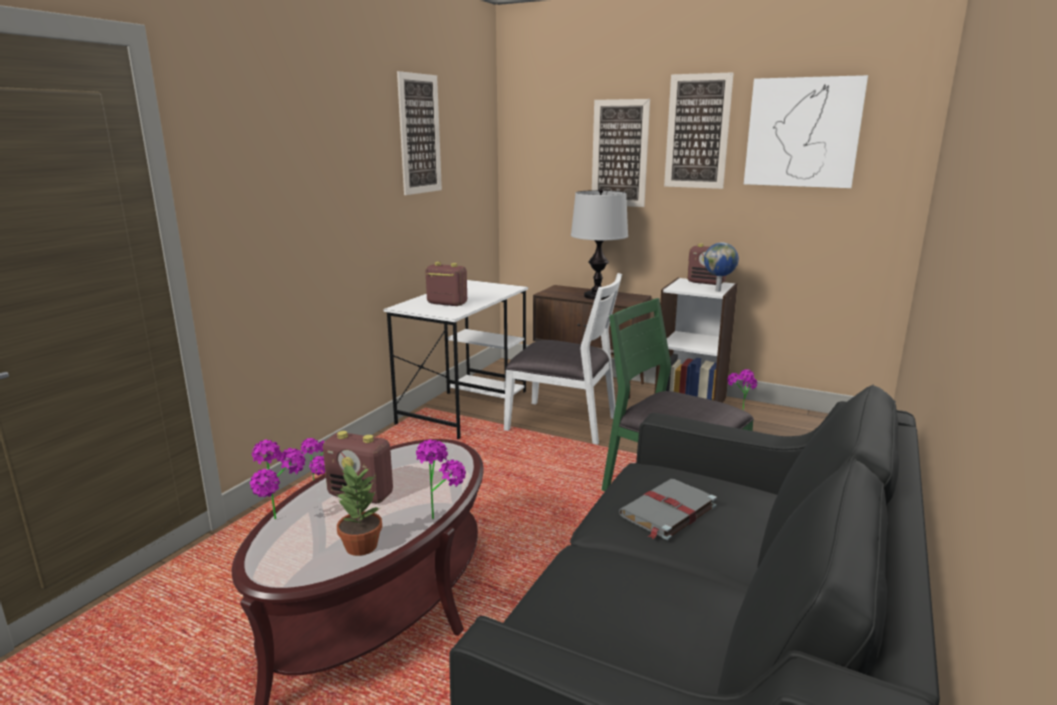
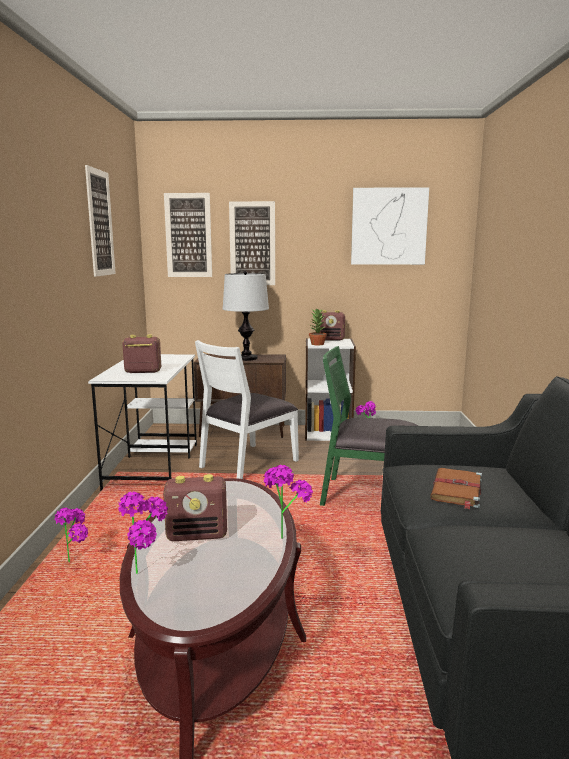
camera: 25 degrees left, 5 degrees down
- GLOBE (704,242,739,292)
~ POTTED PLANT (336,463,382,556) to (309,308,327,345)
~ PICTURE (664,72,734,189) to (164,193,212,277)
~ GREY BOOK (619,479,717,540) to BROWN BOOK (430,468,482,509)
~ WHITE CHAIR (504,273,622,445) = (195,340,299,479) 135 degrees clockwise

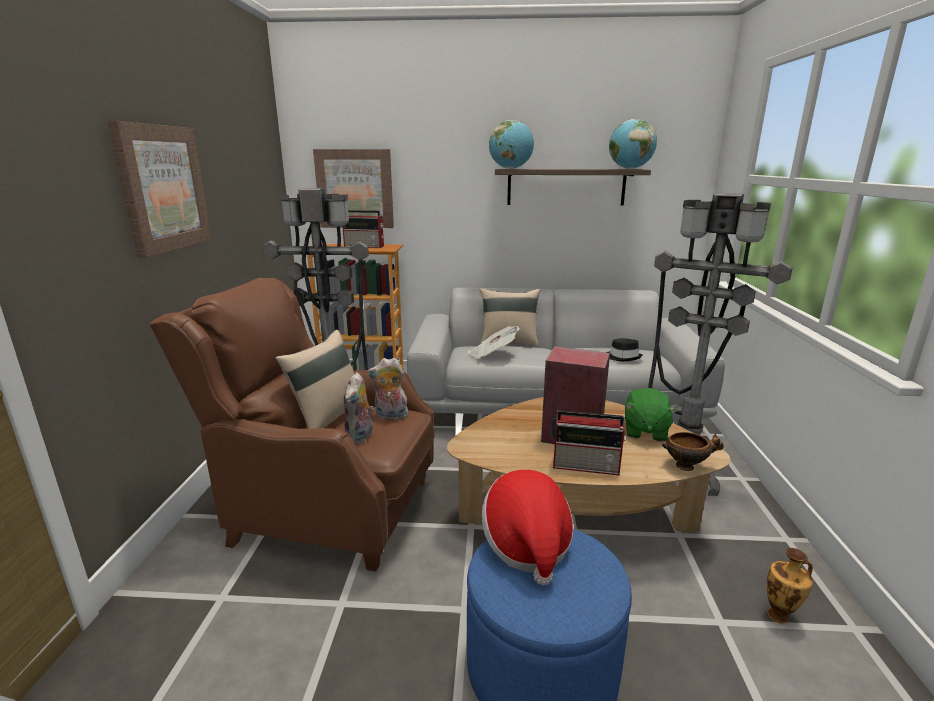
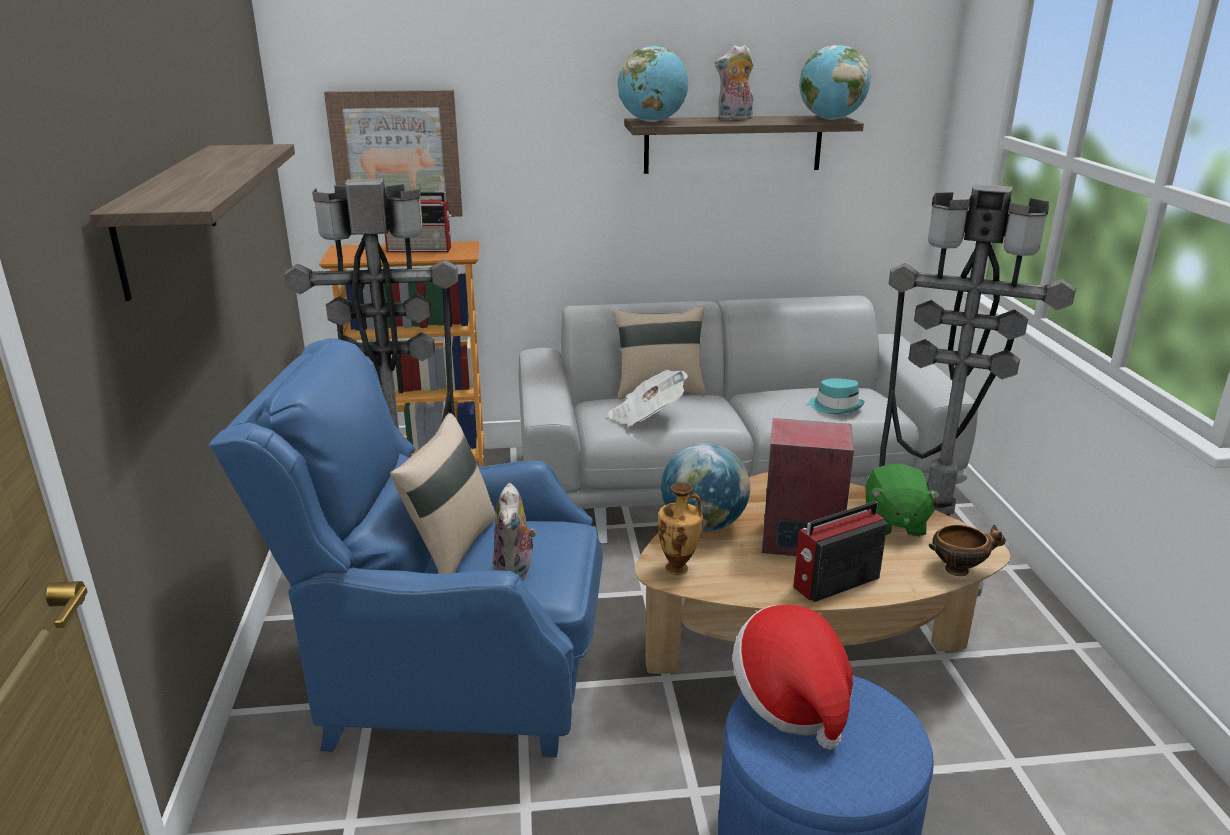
camera: 10 degrees left, 5 degrees up
+ GLOBE (661,443,750,532)
~ PLUSH TOY (367,358,408,420) to (714,45,753,120)
~ VASE (767,548,813,624) to (658,482,703,575)
~ PICTURE (108,121,212,258) to SHELF (89,144,295,301)
~ BROWN ARMCHAIR (148,278,434,571) to BLUE ARMCHAIR (208,338,603,757)
~ BLACK HAT (606,338,643,361) to TURQUOISE HAT (809,378,865,414)
~ RADIO (553,410,626,475) = (793,501,887,602) 150 degrees clockwise

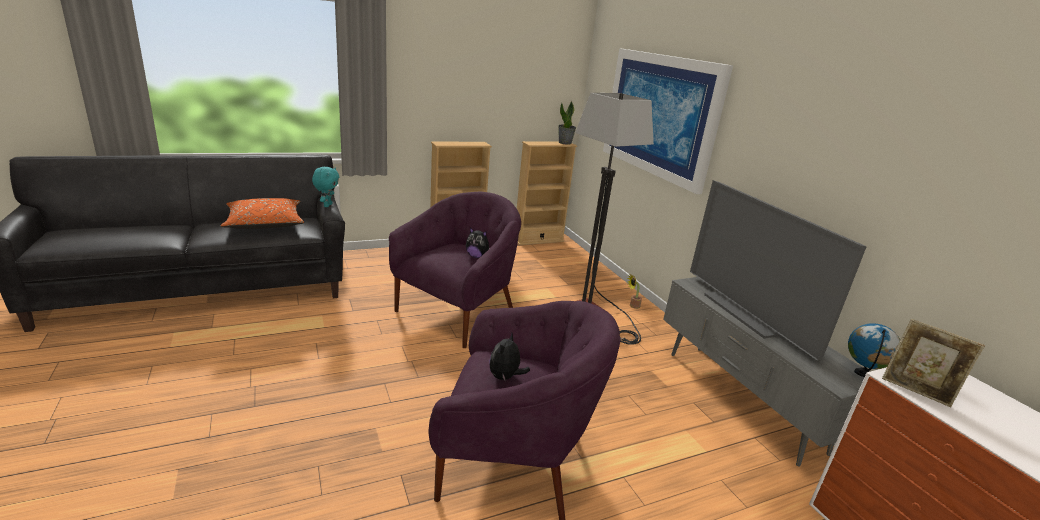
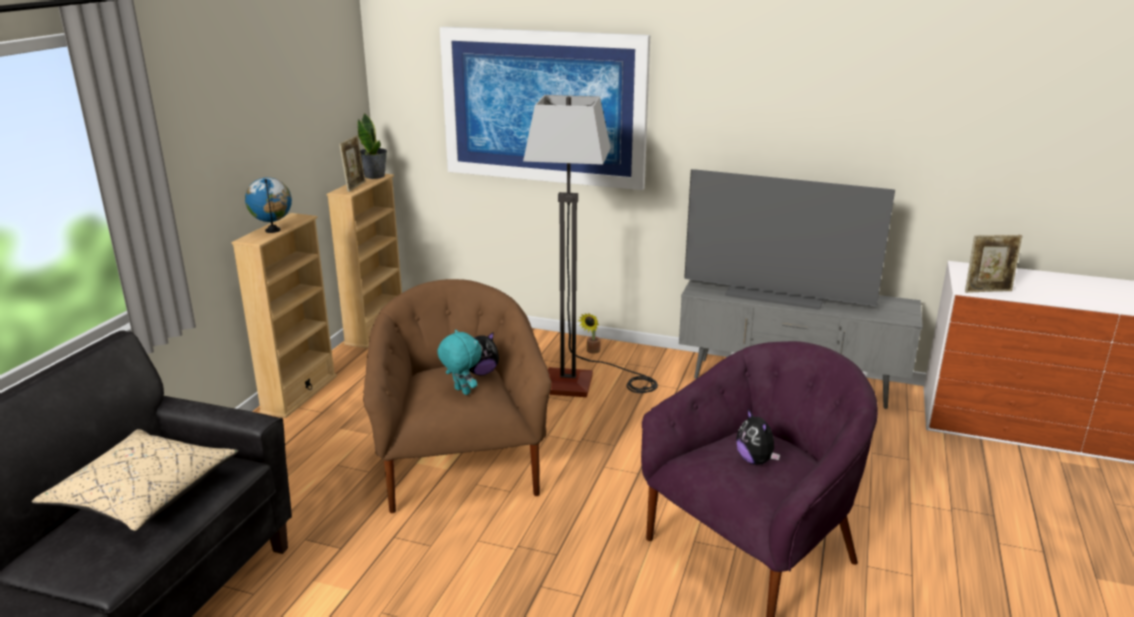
camera: 45 degrees left, 0 degrees up
+ PICTURE FRAME (339,135,365,192)
~ TURQUOISE PLUSH TOY (312,167,339,207) to (437,329,482,395)
~ GLOBE (848,323,900,377) to (245,177,292,233)
~ ORANGE PILLOW (220,198,304,229) to BEIGE PILLOW (32,429,238,531)
~ PURPLE ARMCHAIR (389,192,521,348) to BROWN ARMCHAIR (363,279,552,513)

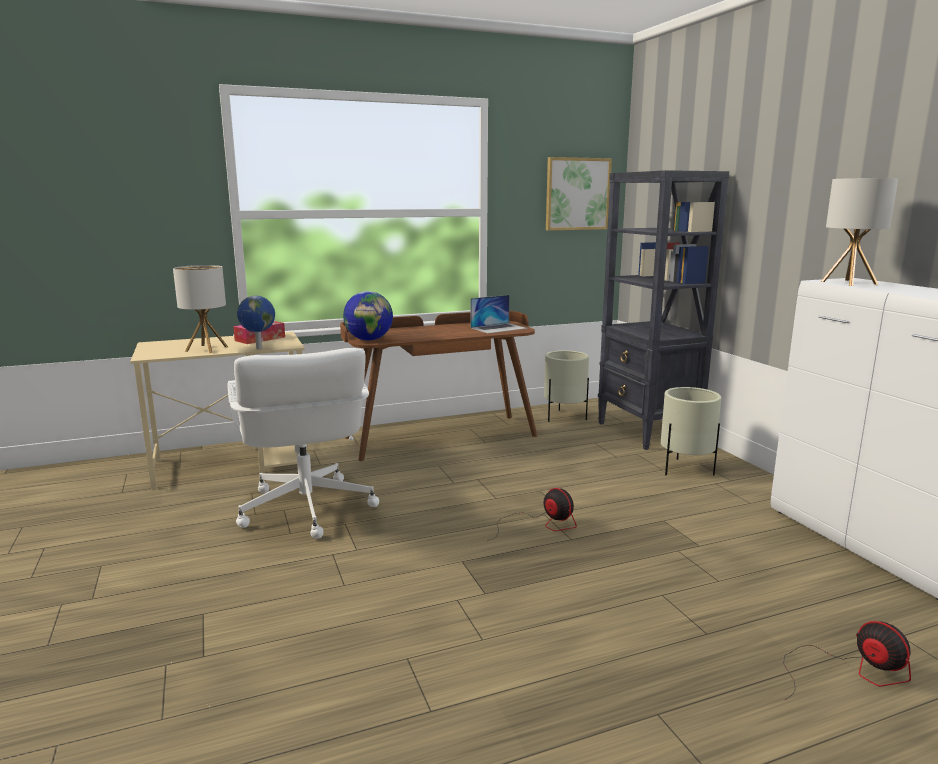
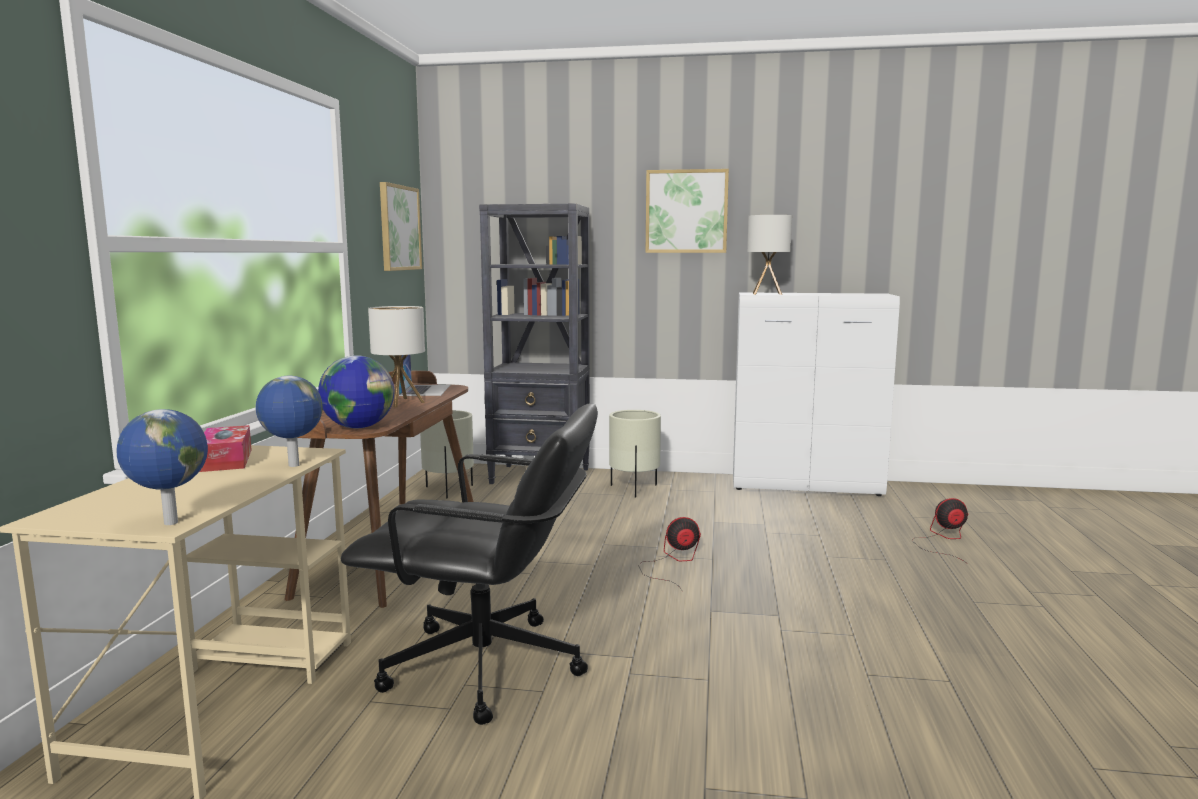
camera: 60 degrees left, 5 degrees down
+ GLOBE (117,409,208,525)
+ PICTURE (646,169,729,253)
~ TABLE LAMP (173,265,228,353) to (368,306,425,408)
~ WHITE OFFICE CHAIR (227,348,379,539) to BLACK OFFICE CHAIR (340,403,598,725)

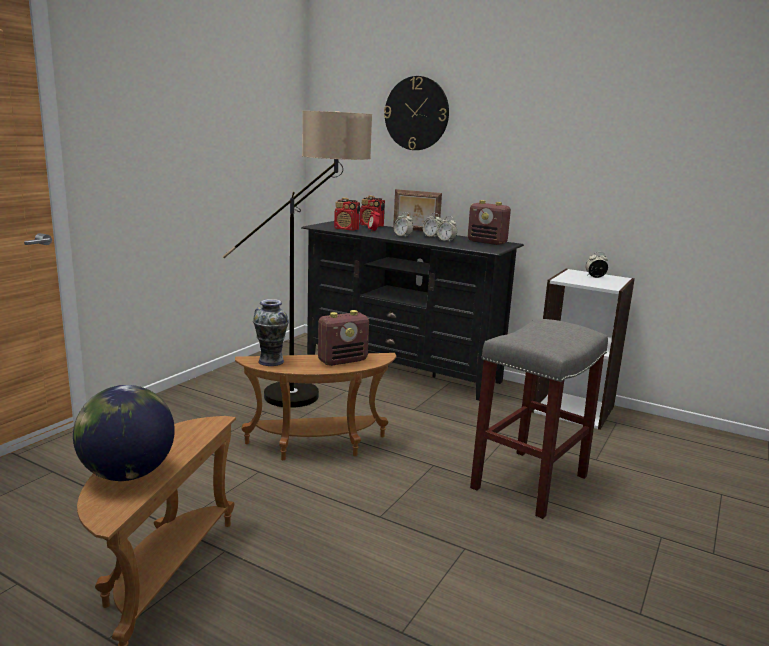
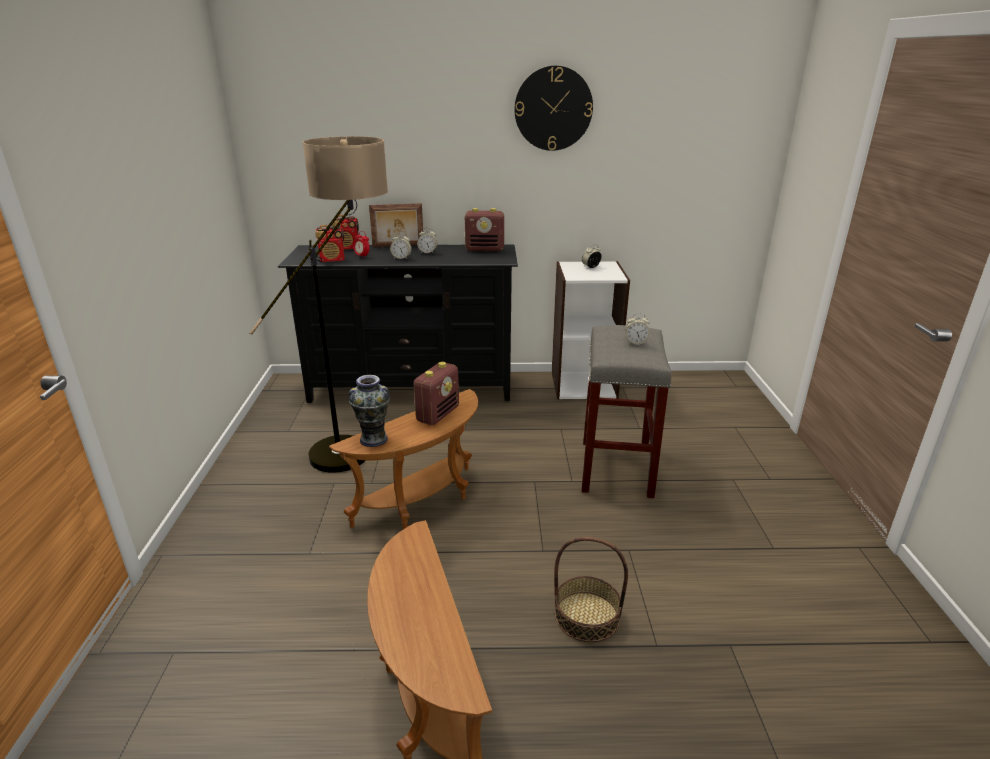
camera: 30 degrees left, 10 degrees up
- GLOBE (73,385,175,481)
+ BASKET (554,537,628,643)
~ WALL CLOCK (384,76,449,150) to (514,66,593,151)
~ ALARM CLOCK (437,216,457,241) to (625,313,650,345)

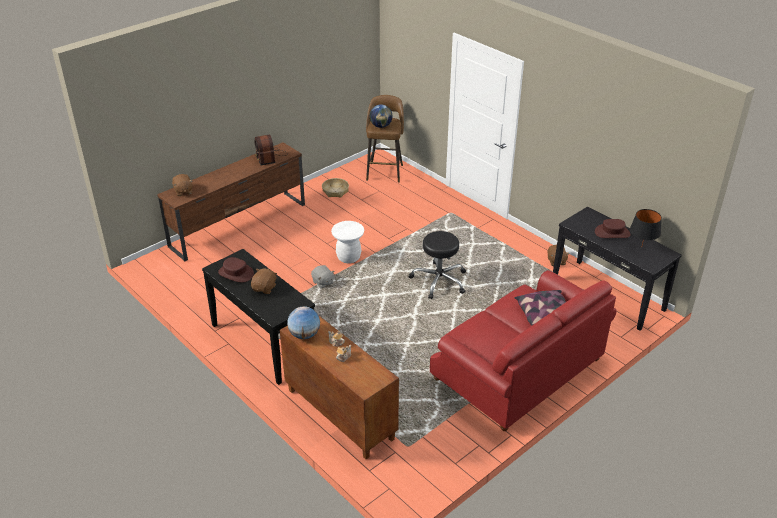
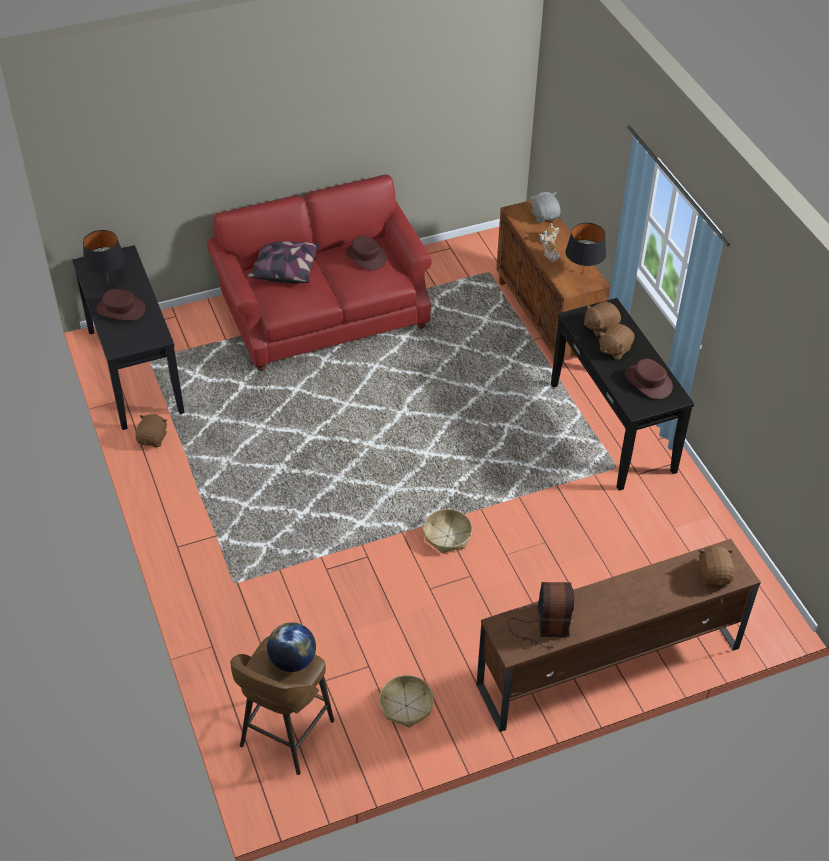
camera: 160 degrees left, 10 degrees up
- BLACK STOOL (408,231,466,299)
+ BROWN HAT (346,236,387,270)
+ BROWN PLUSH TOY (584,301,621,336)
~ GREY PLUSH TOY (311,265,335,288) to (530,192,560,223)
~ GLOBE (287,307,320,339) to BLACK TABLE LAMP (565,223,606,273)
~ WHITE STOOL (331,221,364,263) to BASKET (423,509,473,553)

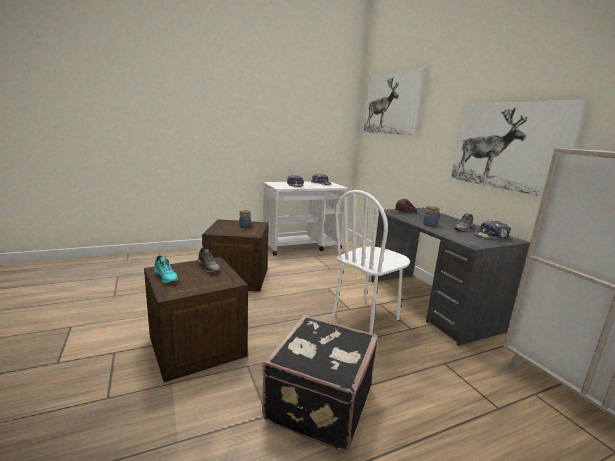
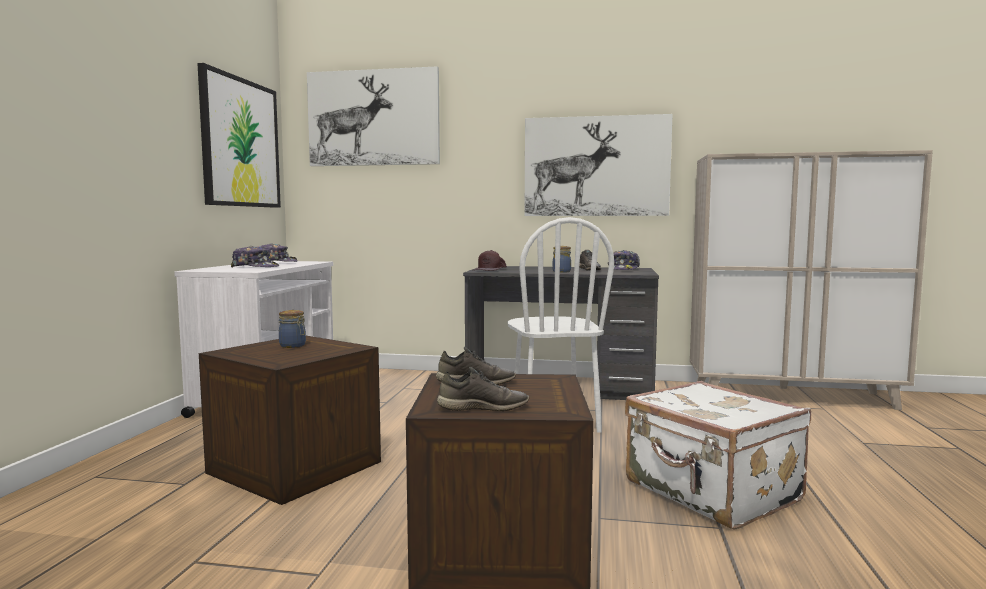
camera: 55 degrees left, 10 degrees down
+ PICTURE (197,63,281,208)
~ TURQUOISE SHOE (154,255,178,283) to GREY SHOE (437,367,529,411)
~ BLACK SUITCASE (262,315,378,452) to WHITE SUITCASE (625,381,811,530)

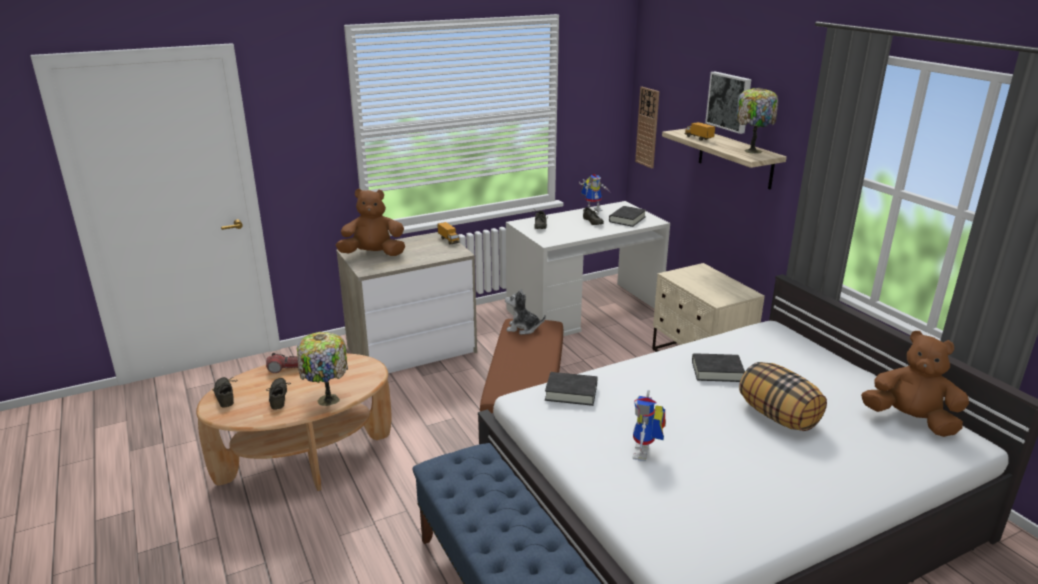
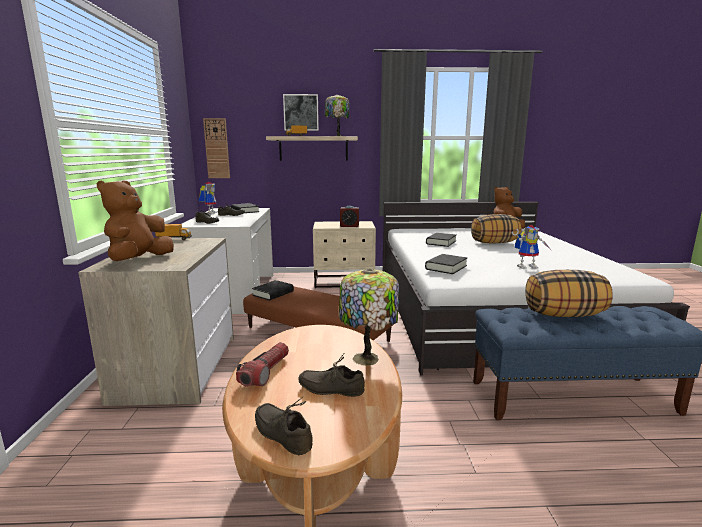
camera: 65 degrees left, 10 degrees down
+ ALARM CLOCK (340,206,359,227)
+ PILLOW (525,270,613,317)
~ PLUSH TOY (505,289,546,335) to BLACK BOOK (252,280,294,300)
~ GREY SHOE (213,377,238,408) = (255,396,313,455) 45 degrees clockwise
~ TOY ROBOT (632,390,666,461) = (512,225,550,269) 45 degrees counterclockwise

